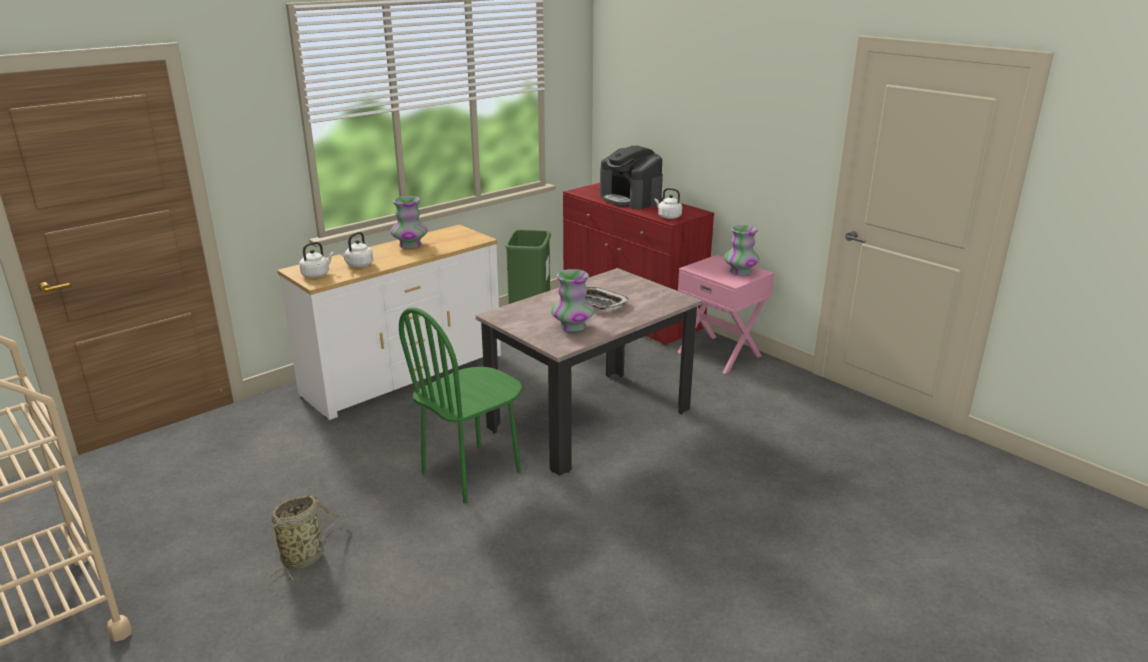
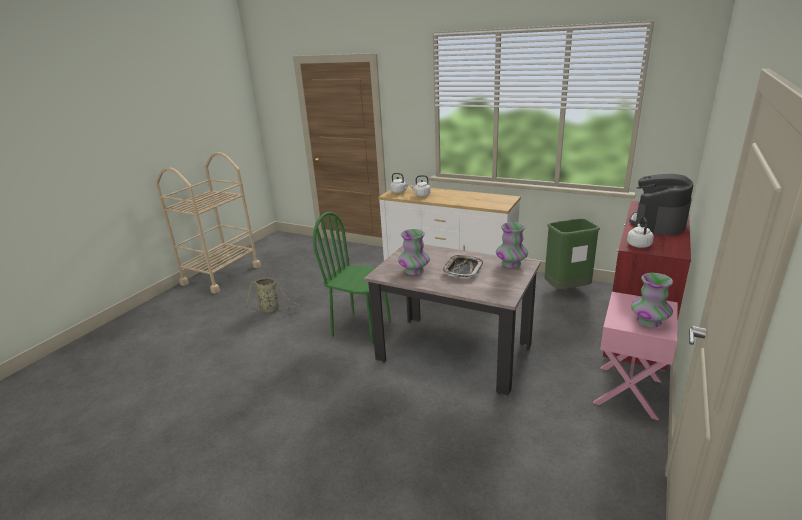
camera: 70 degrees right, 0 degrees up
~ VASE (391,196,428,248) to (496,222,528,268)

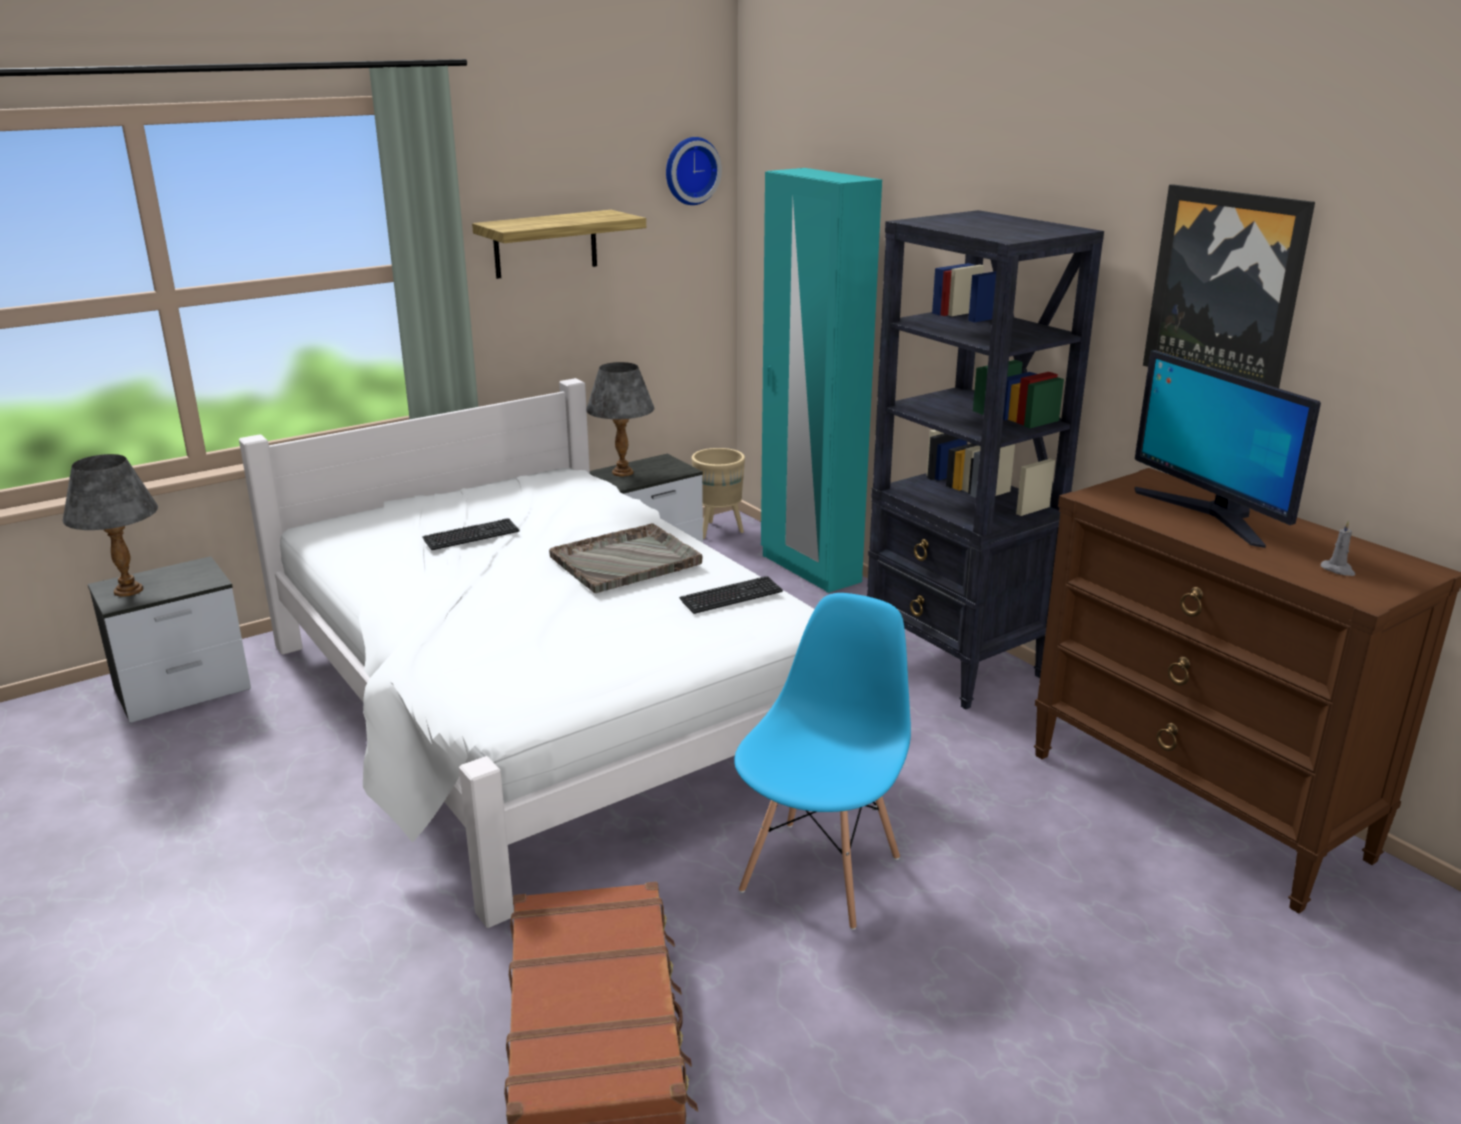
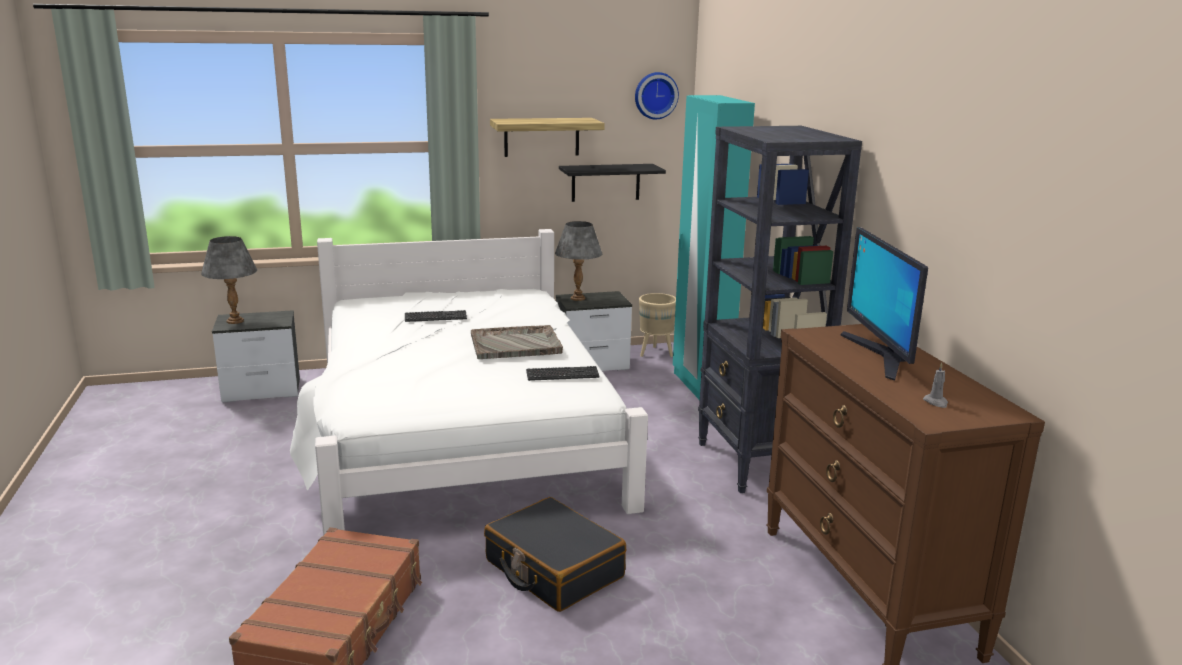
camera: 20 degrees right, 5 degrees down
- PICTURE (1143,184,1315,388)
+ BLACK SHELF (559,164,666,202)
~ BLUE CHAIR (734,593,911,930) to BLACK SUITCASE (484,497,626,612)

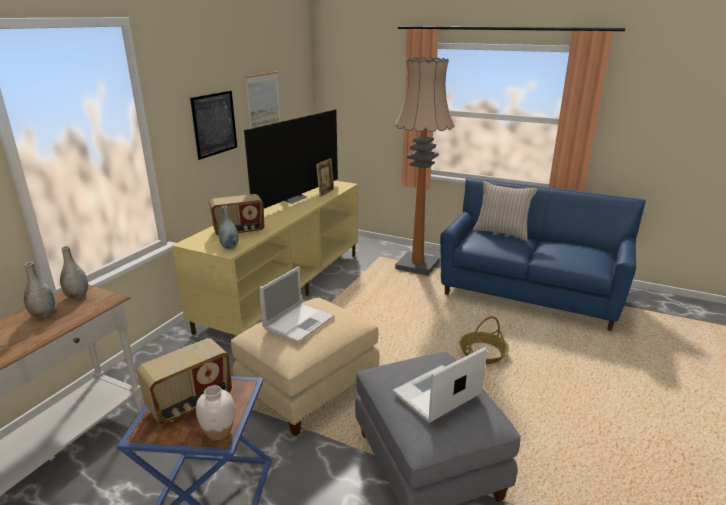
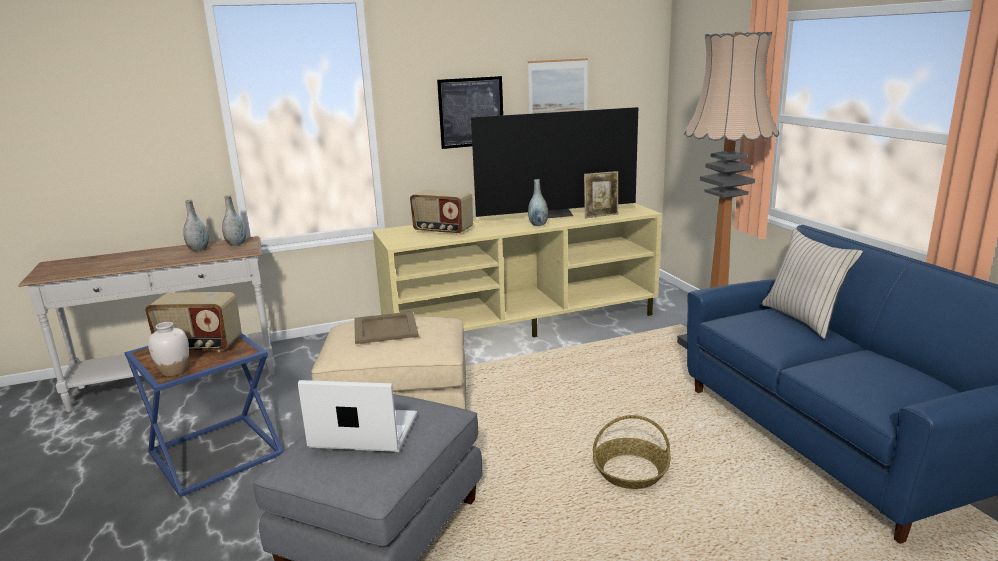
camera: 45 degrees right, 5 degrees down
~ GREY VASE (218,205,239,249) to (528,179,548,226)
~ LAPTOP (259,267,334,343) to BEIGE TRAY (354,311,419,344)

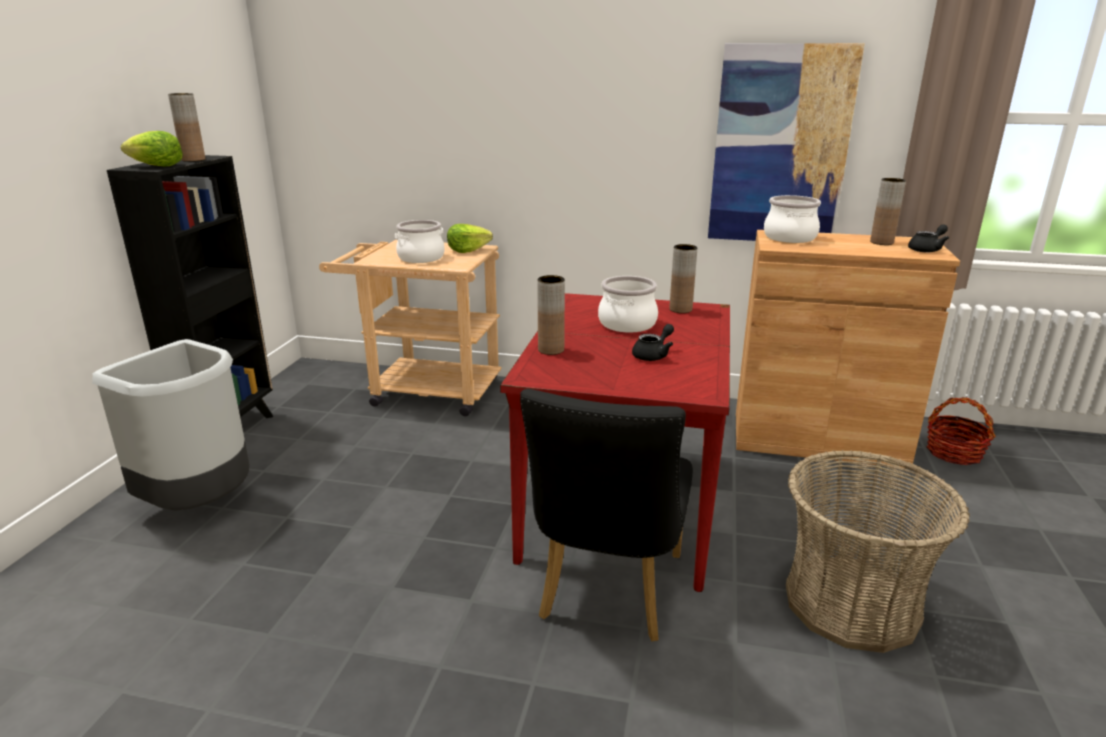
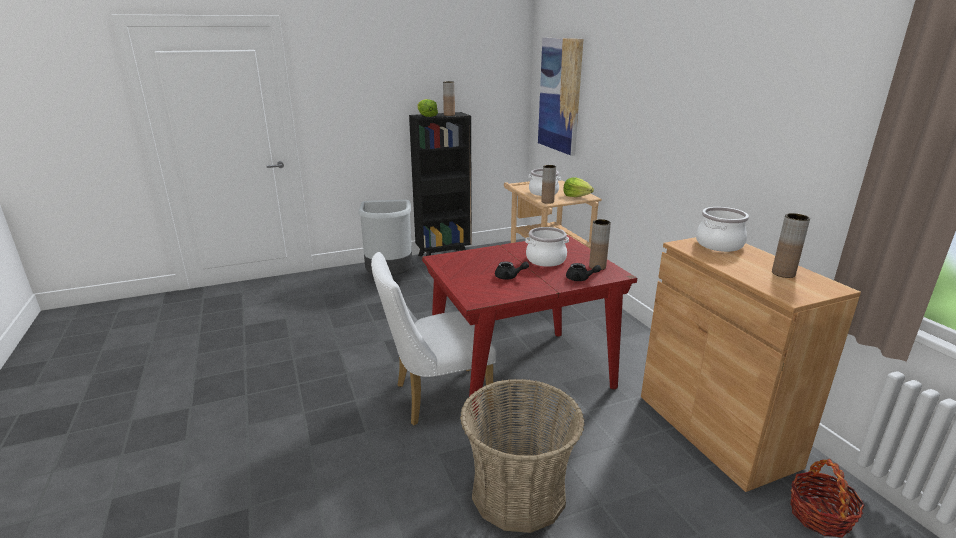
camera: 55 degrees right, 0 degrees up
~ BROWN VASE (537,275,565,355) to (541,165,556,204)
~ PICTURE (708,43,865,241) to (538,38,583,156)
~ BLACK TEAPOT (908,224,949,252) to (566,263,601,281)
~ BLACK CHAIR (520,389,693,641) to WHITE CHAIR (371,252,496,425)

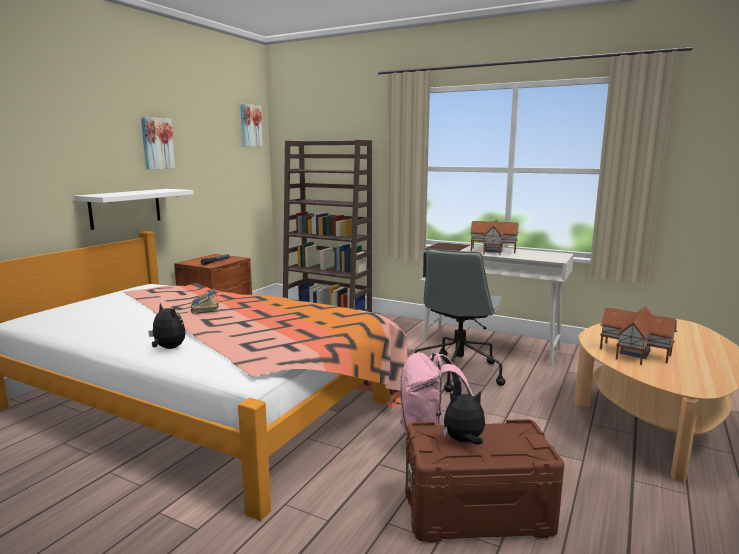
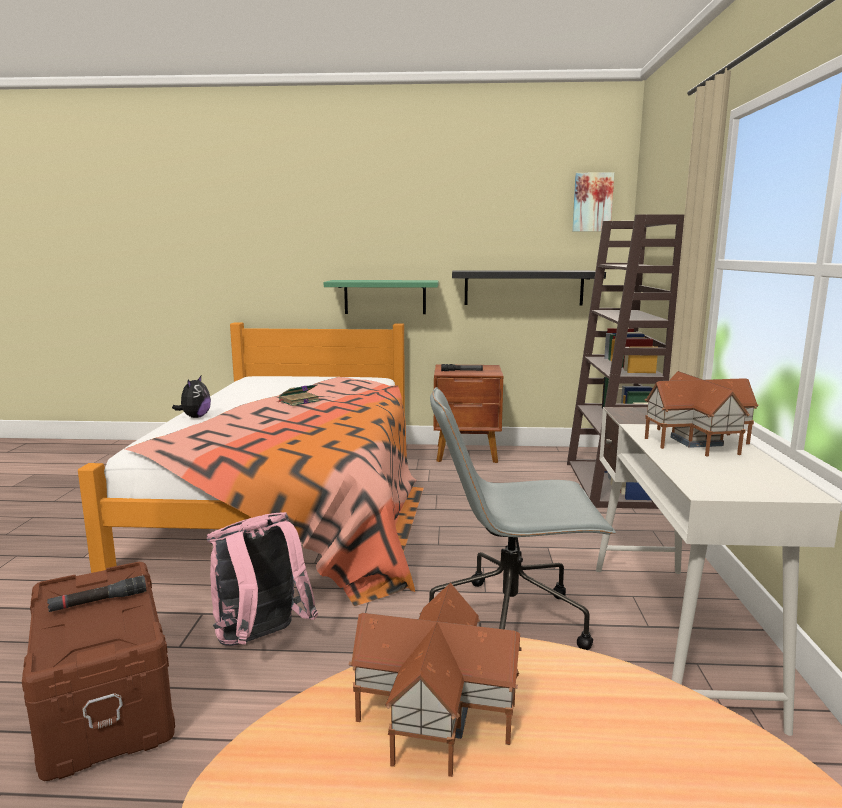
camera: 65 degrees right, 0 degrees up
- PICTURE (141,117,176,170)
+ BLACK SHELF (452,270,606,305)
~ PLUSH TOY (443,391,485,445) to BLACK FLASHLIGHT (47,576,146,612)
~ WHITE SHELF (74,189,194,230) to GREEN SHELF (324,280,439,314)

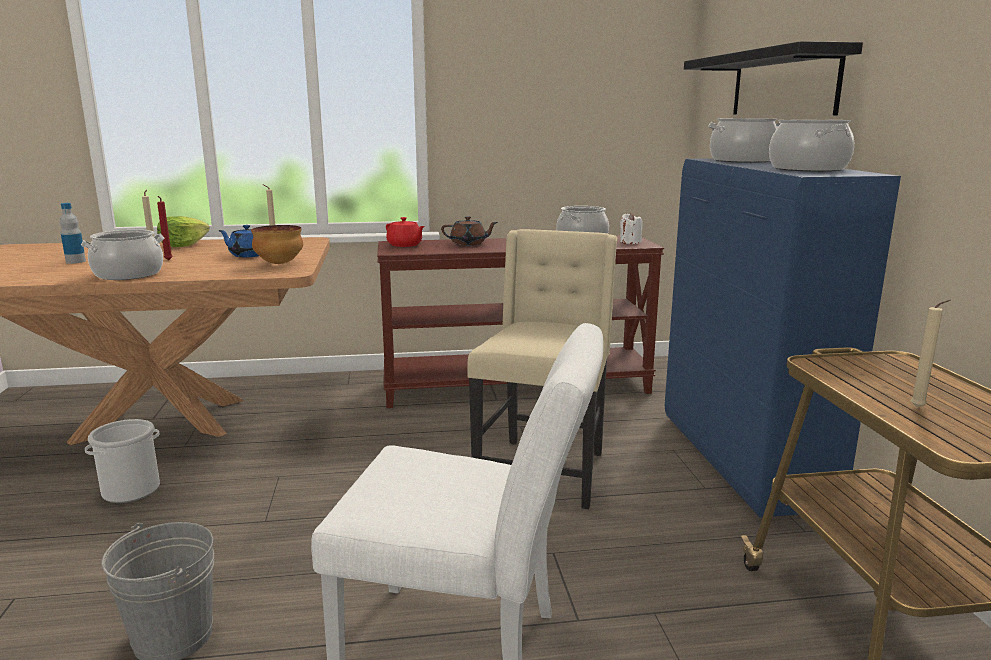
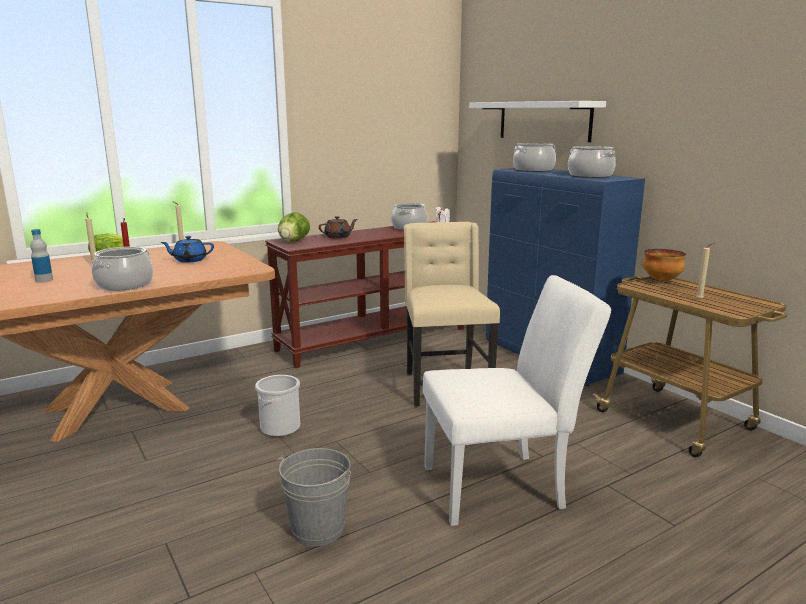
camera: 25 degrees left, 0 degrees up
~ BUCKET (85,419,160,503) to (255,375,300,437)
~ BOWL (251,225,303,264) to (643,249,686,281)
~ RED TEAPOT (386,217,425,247) to LETTUCE (278,212,310,242)
~ BLACK SHELF (684,41,863,115) to WHITE SHELF (469,101,606,142)

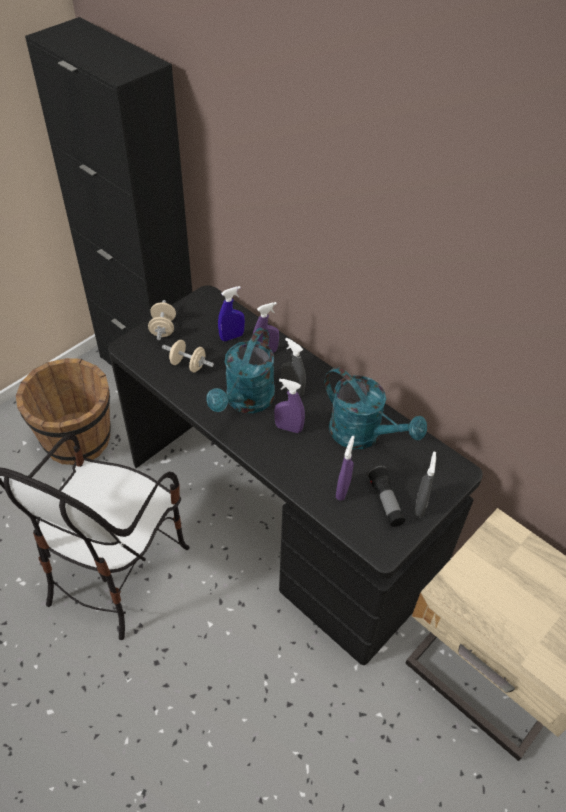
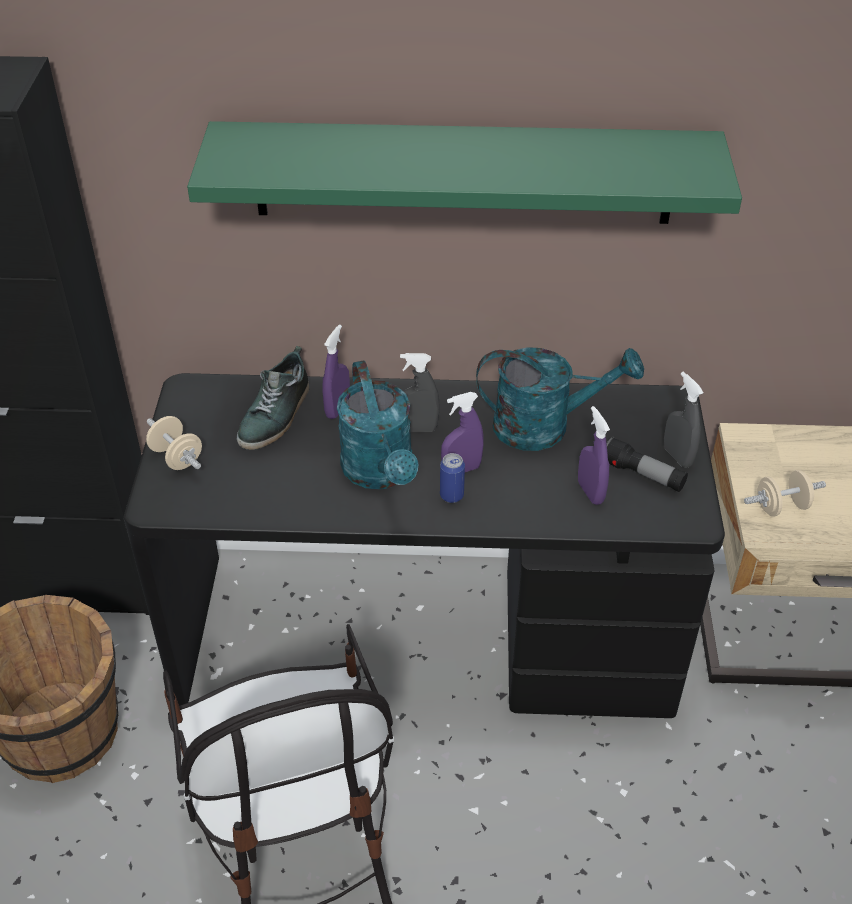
camera: 40 degrees left, 5 degrees down
+ GREEN SHELF (187,121,742,224)
+ CAN (440,453,465,503)
~ BEIGE DUMBBELL (162,340,214,372) to (744,470,826,516)
~ BLUE SPRAY BOTTLE (218,286,245,341) to SHOE (237,346,310,450)

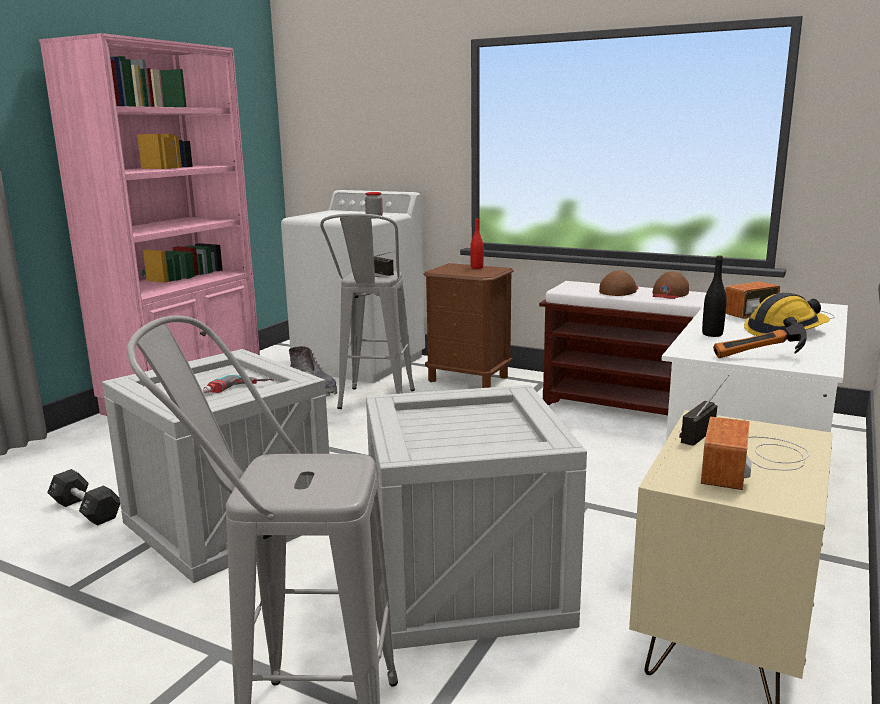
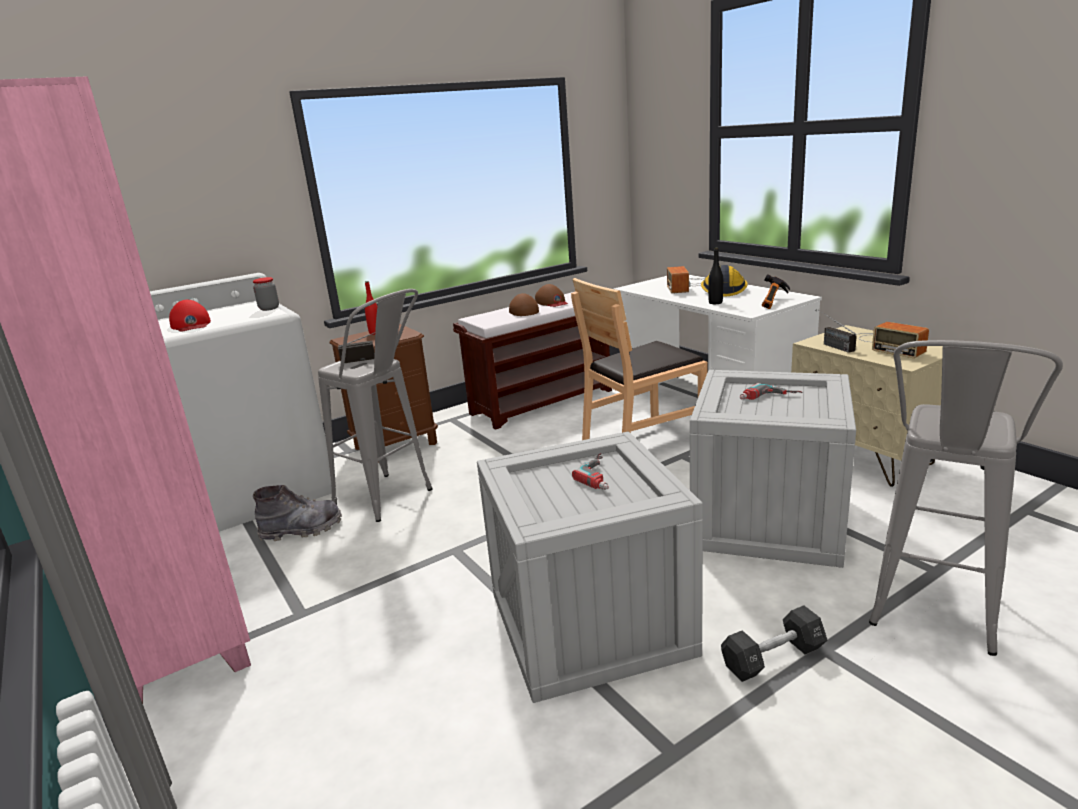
camera: 60 degrees left, 5 degrees up
+ RED CAP (169,300,211,332)
+ BROWN CHAIR (571,278,708,440)
+ POWER DRILL (740,383,803,400)
~ BLACK DUMBBELL (47,469,120,526) to (721,606,827,682)

